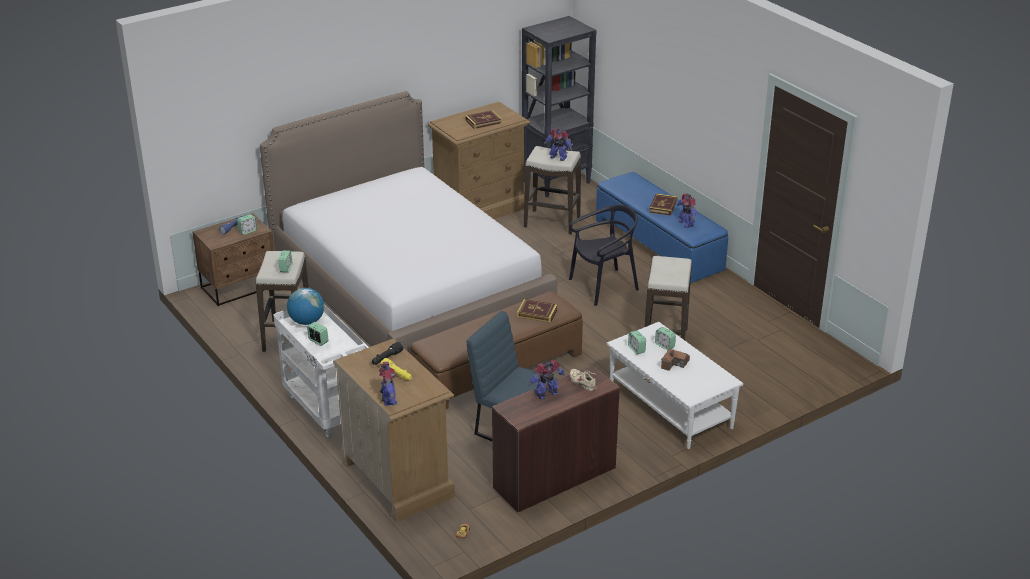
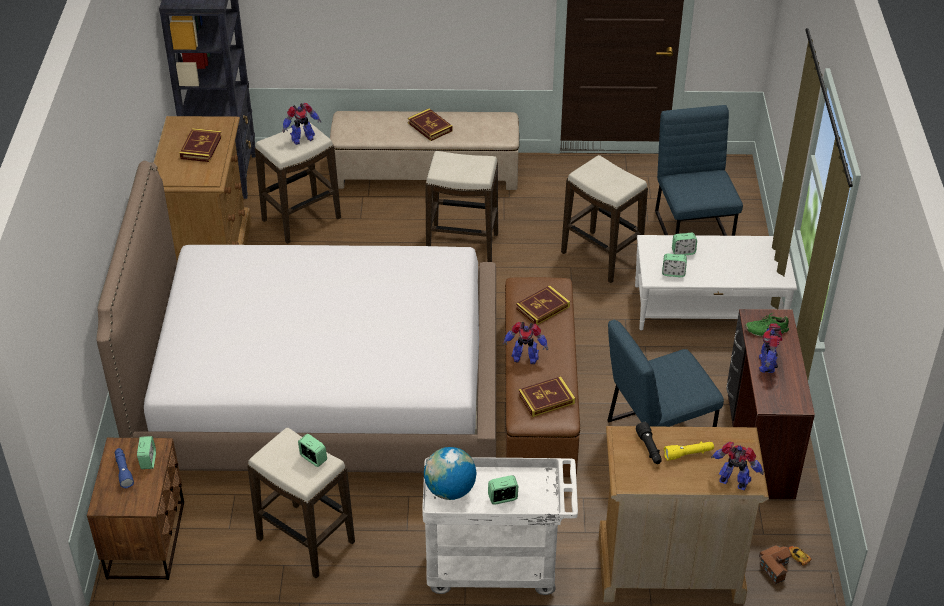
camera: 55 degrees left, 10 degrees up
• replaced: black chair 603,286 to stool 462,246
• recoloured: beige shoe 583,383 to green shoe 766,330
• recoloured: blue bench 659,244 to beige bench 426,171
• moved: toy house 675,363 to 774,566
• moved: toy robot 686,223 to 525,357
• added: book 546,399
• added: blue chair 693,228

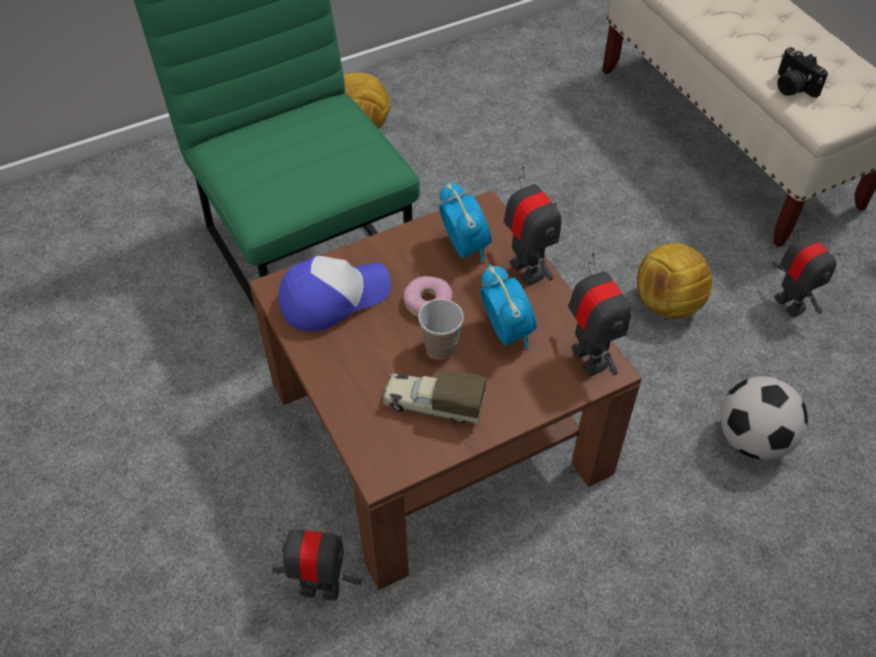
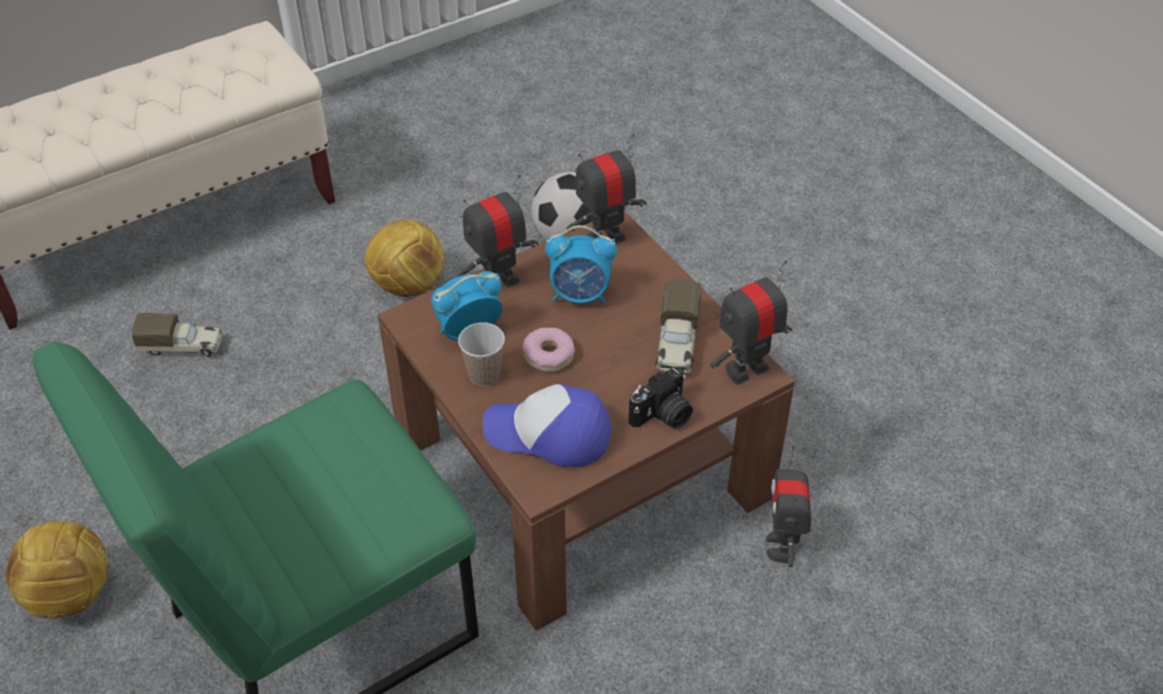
camera: 95 degrees left, 5 degrees down
• turned: cap 333,297 = 549,434 45 degrees counterclockwise
• moved: cup 440,347 to 484,375
• turned: alarm clock 506,331 = 580,295 150 degrees counterclockwise
• moved: toy robot 789,304 to 746,369
• moved: photo camera 792,87 to 663,415
• added: toy truck 183,346

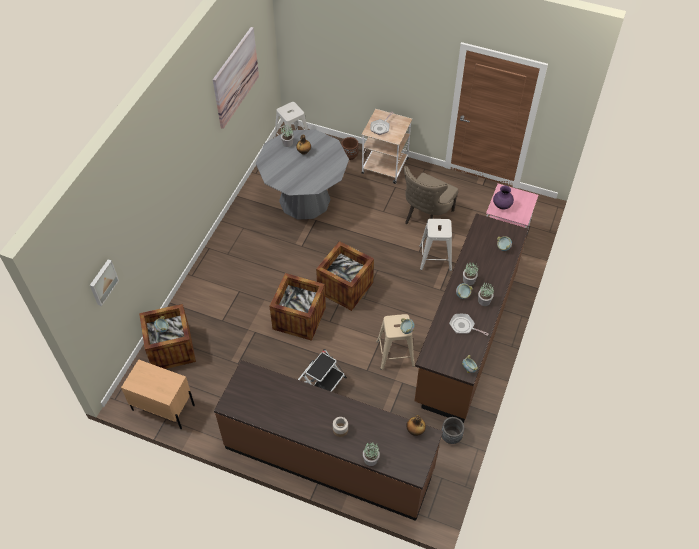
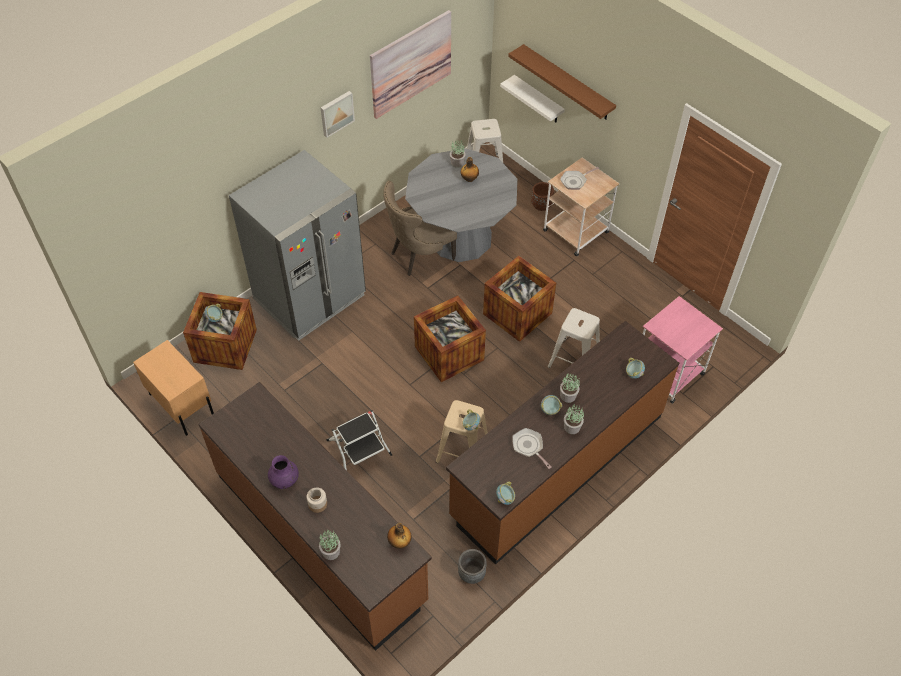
camera: 25 degrees right, 0 degrees up
• moved: picture 102,282 to 336,113
• moved: crate 299,318 to 517,313
• moved: beige chair 426,217 to 419,255
• moved: purple vase 502,206 to 285,480
• added: grey fridge 310,297
• added: white shelf 538,100
• added: brown shelf 567,83

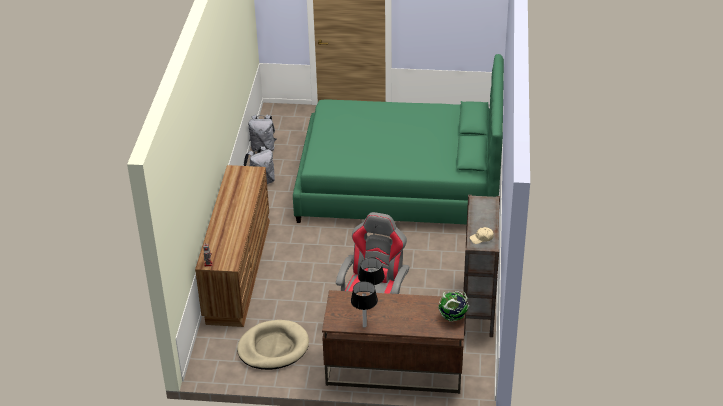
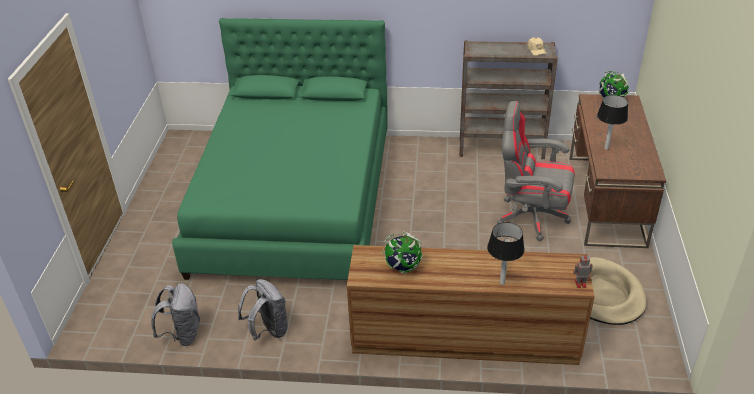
camera: 90 degrees left, 0 degrees up
• moved: table lamp 364,325 to 501,283
• added: globe 402,267

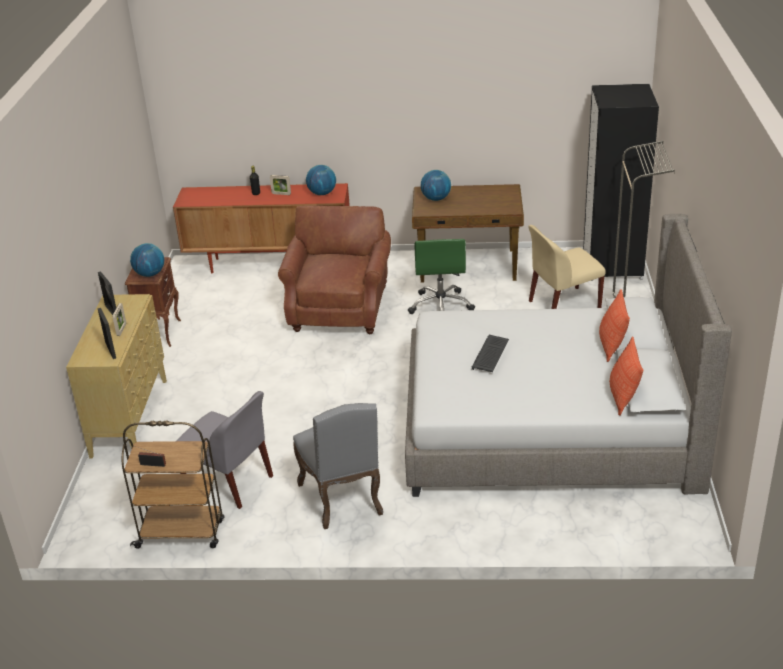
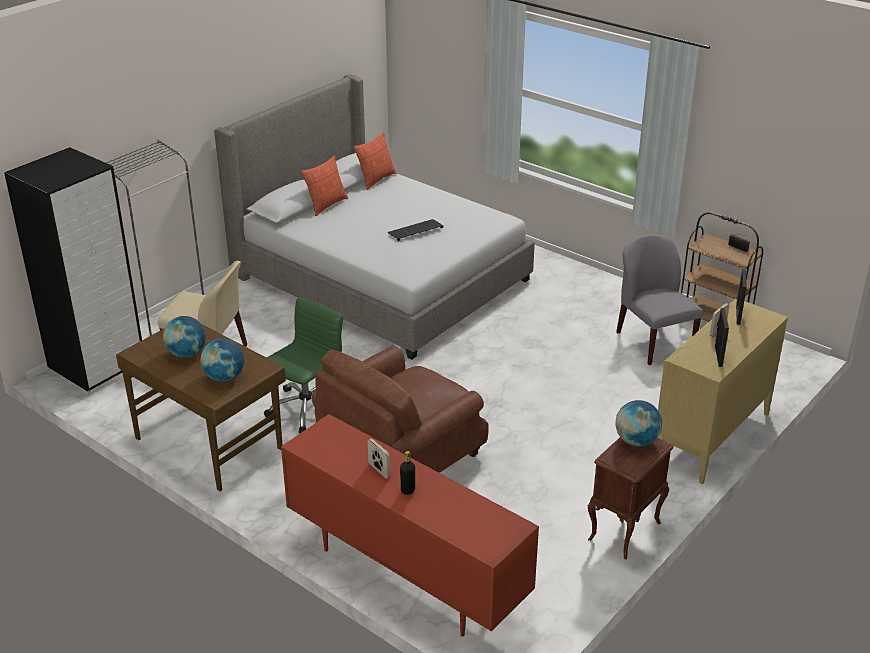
camera: 145 degrees left, 0 degrees up
• removed: grey chair 344,499
• moved: globe 322,193 to 186,354

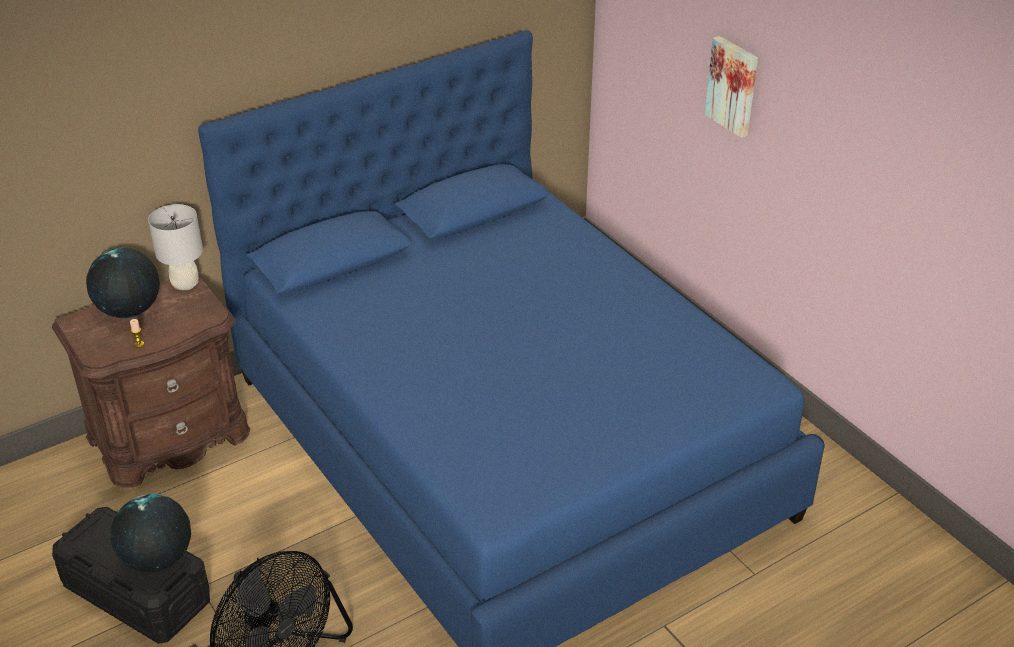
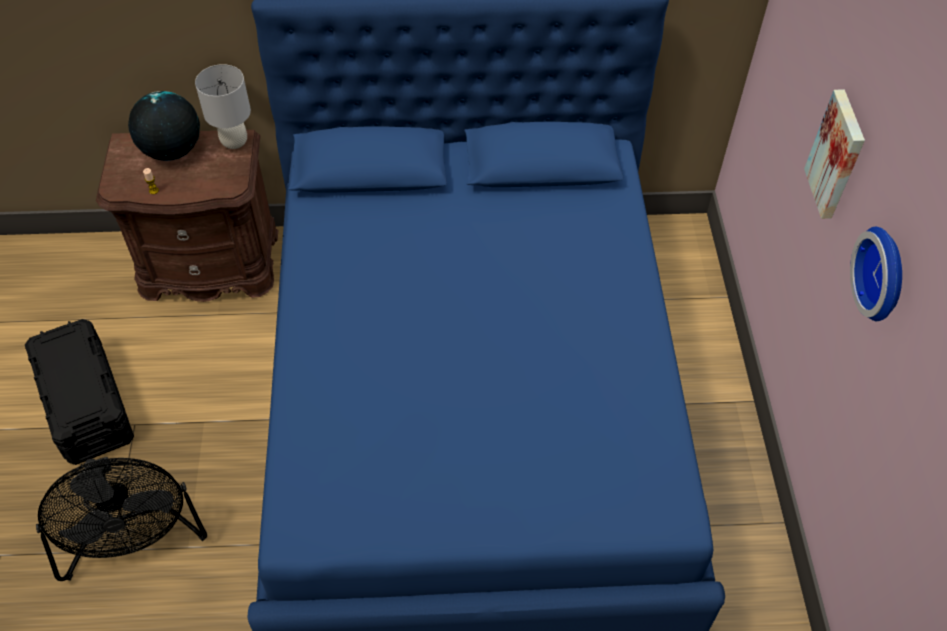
camera: 30 degrees right, 15 degrees up
• removed: globe 157,559
• added: wall clock 884,273

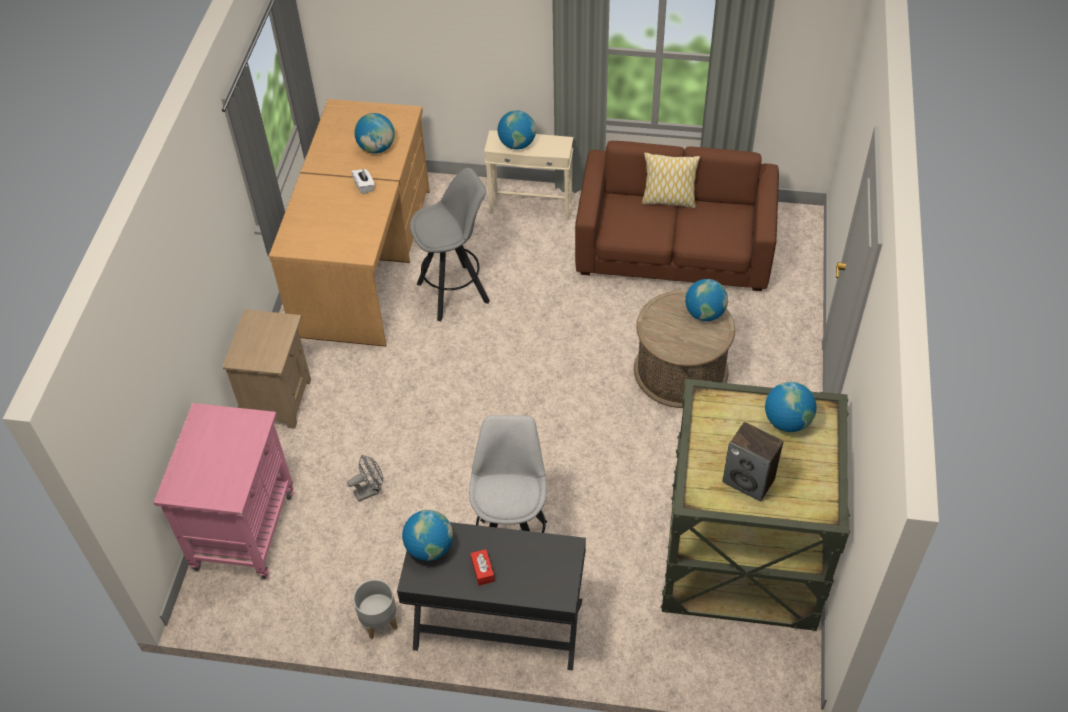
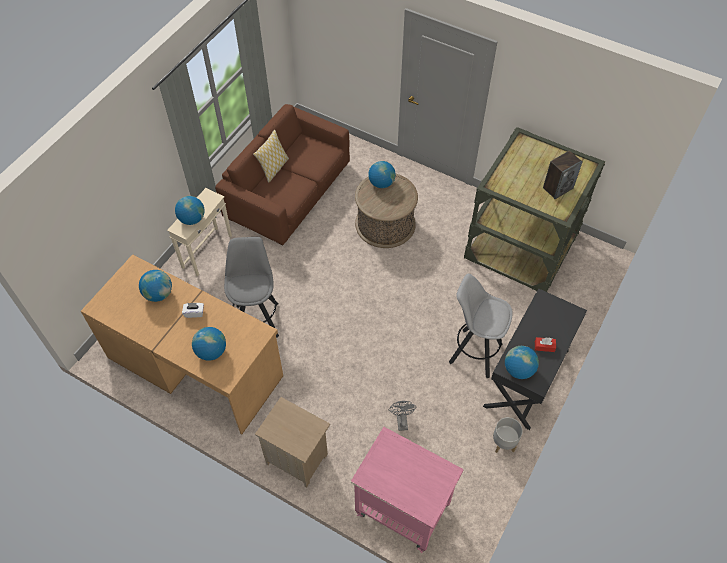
camera: 70 degrees left, 5 degrees up
• moved: globe 787,421 to 211,351

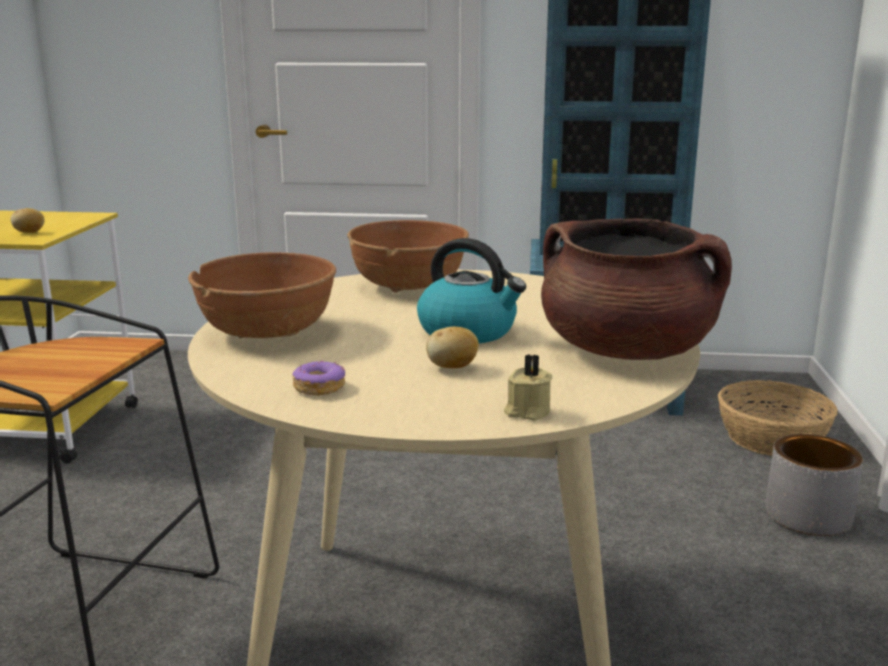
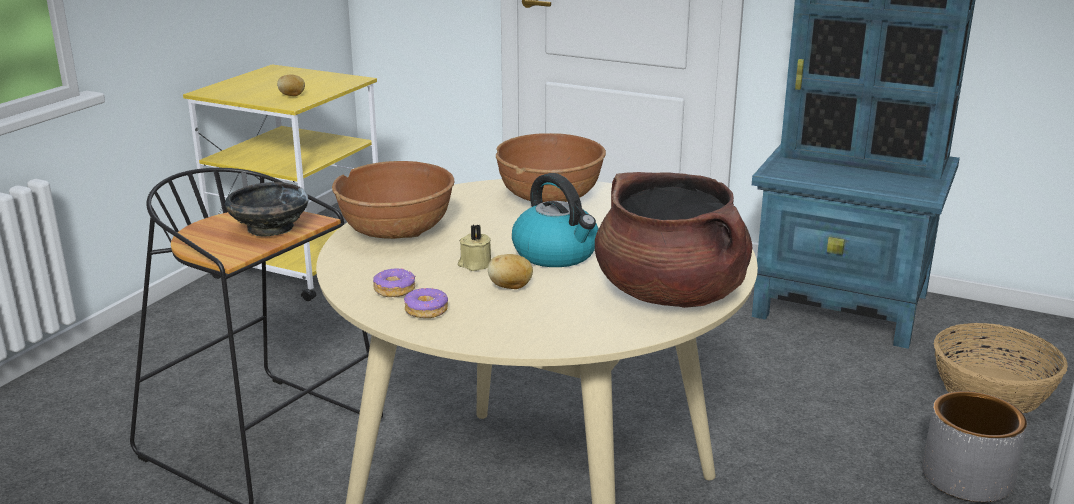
camera: 20 degrees right, 5 degrees up
• moved: beige candle 527,412 to 474,264
• added: black bowl 269,228
• added: donut 426,310

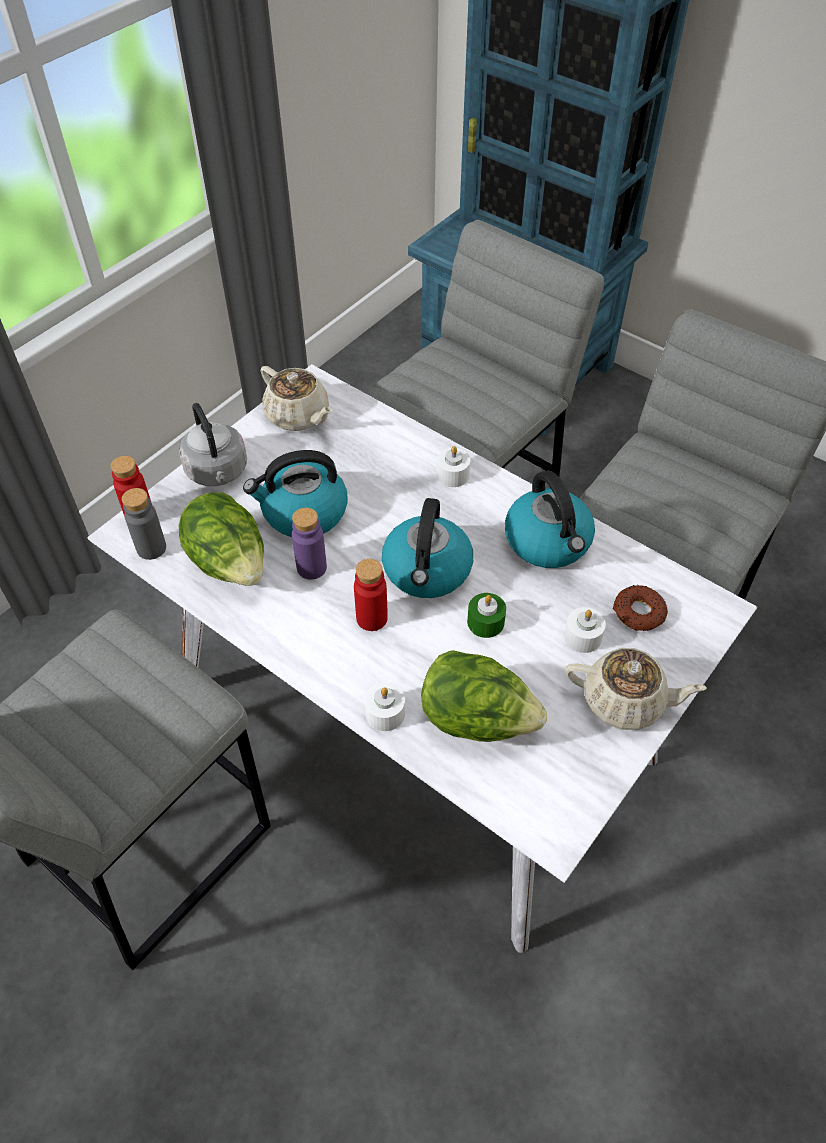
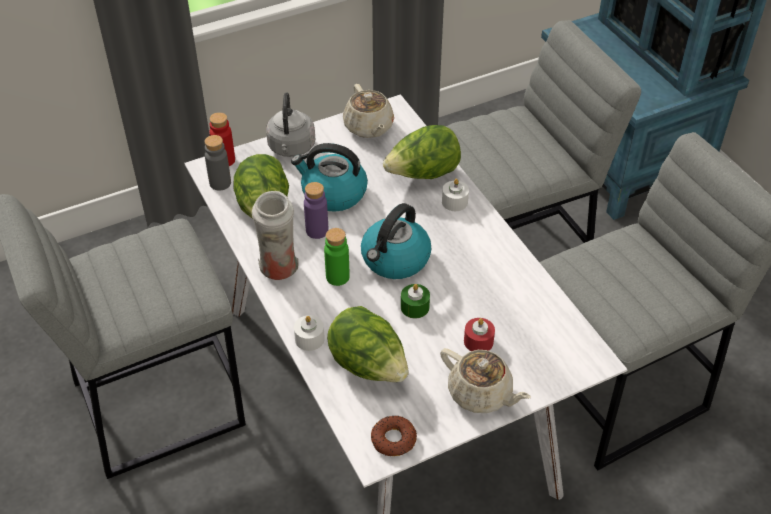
camera: 25 degrees right, 5 degrees down
• recoloured: red bottle 372,618 to green bottle 337,277
• removed: kettle 548,542
• recoloured: white candle 582,637 to red candle 478,341
• moved: donut 638,612 to 393,439
• added: white vase 279,269
• added: lettuce 423,174

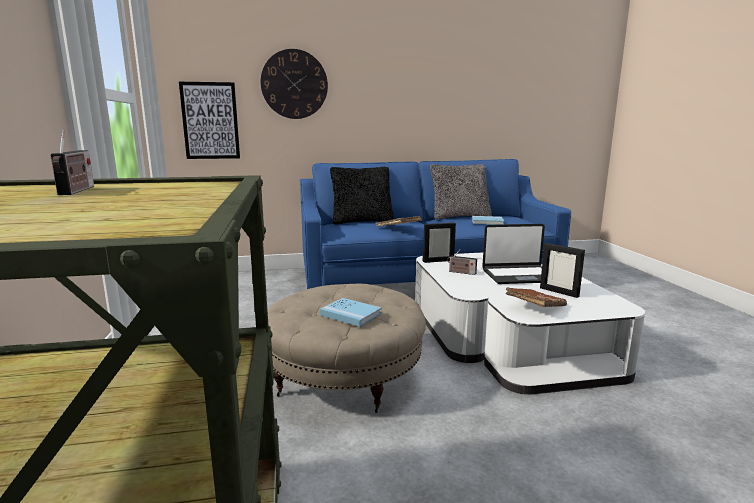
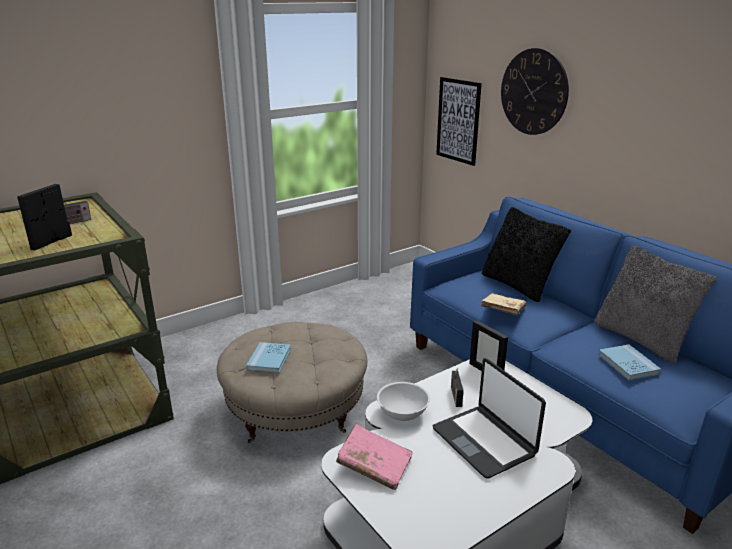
camera: 65 degrees right, 10 degrees up
• recoloured: brown book 535,307 to pink book 374,466
• moved: picture frame 559,292 to 52,242
• added: white bowl 403,413

